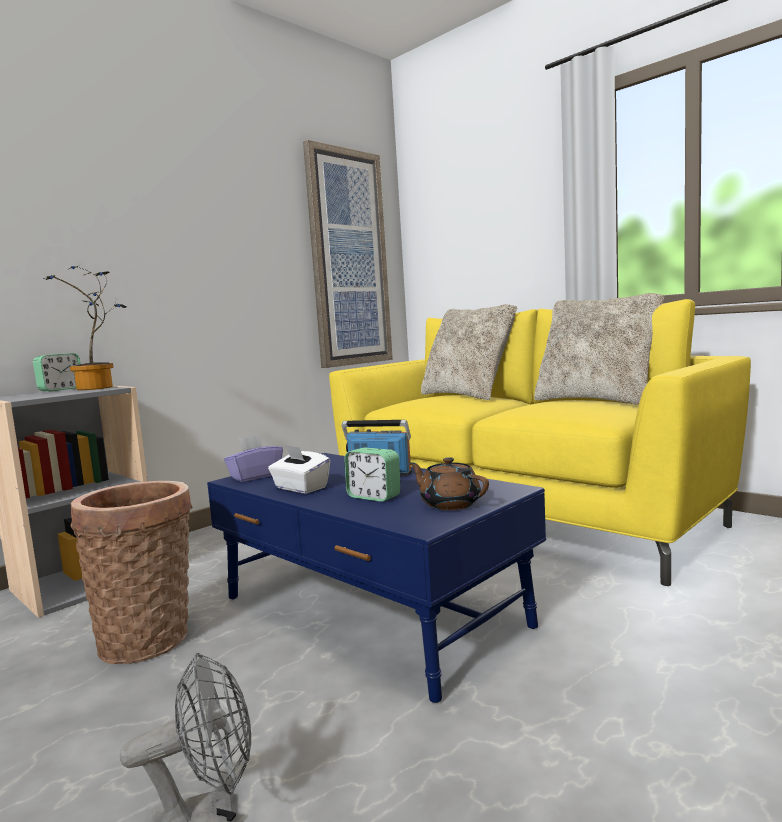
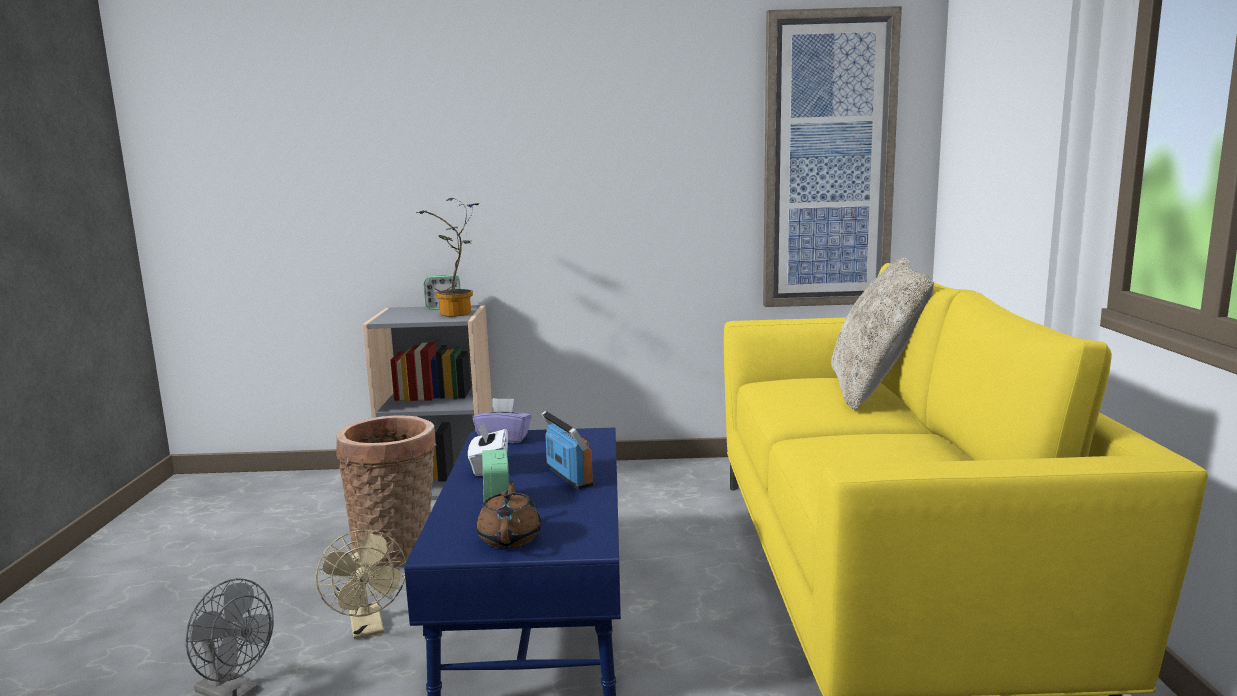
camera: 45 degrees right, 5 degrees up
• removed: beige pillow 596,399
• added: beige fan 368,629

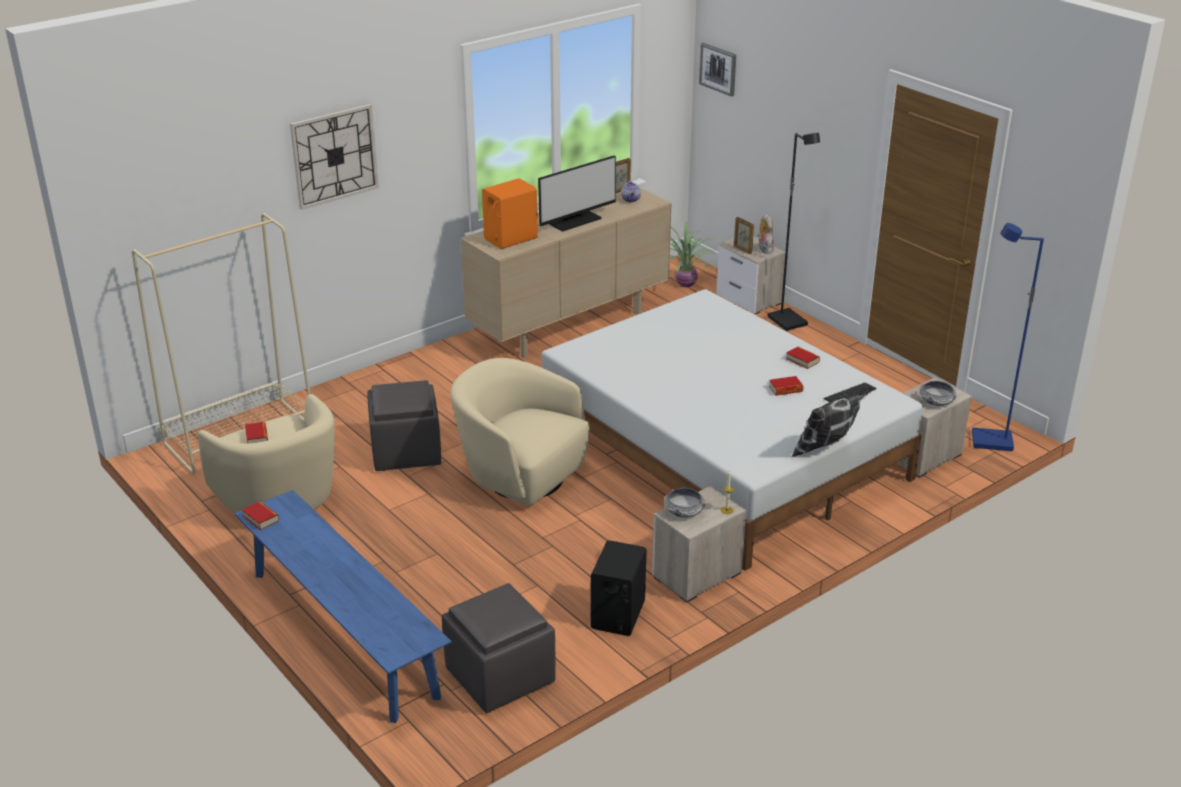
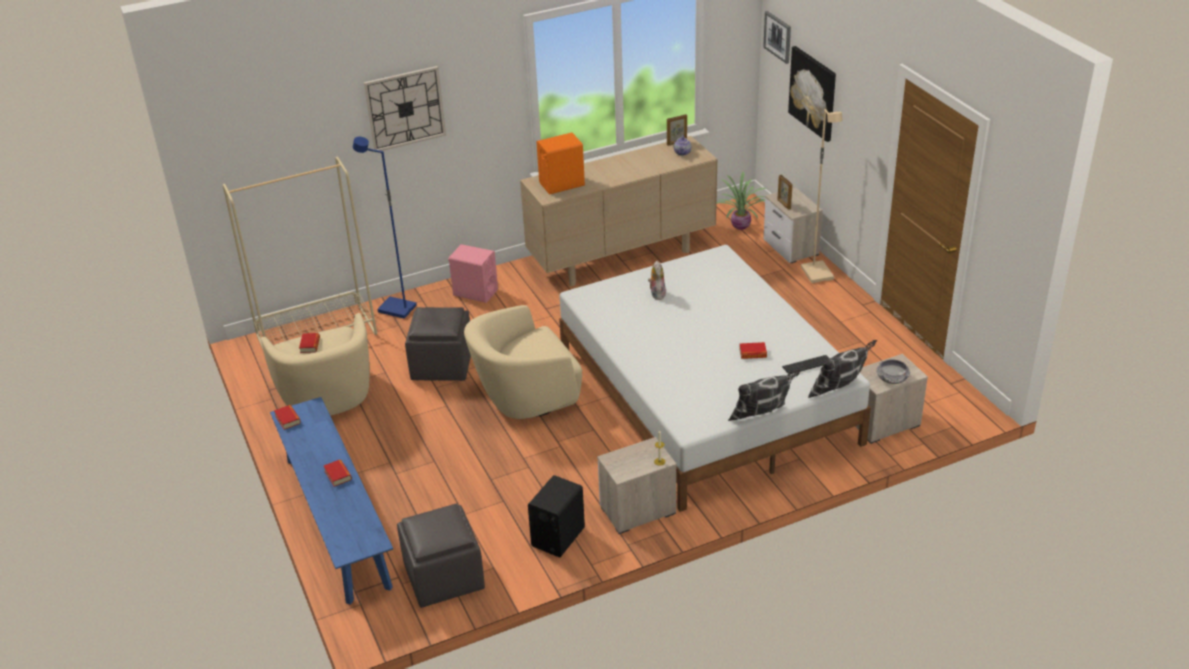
camera: 15 degrees right, 5 degrees up
• turned: beige armchair 519,475 = 526,398 75 degrees counterclockwise
• removed: monitor 574,220
• removed: bowl 684,511
• moved: plush toy 764,249 to 656,294
• recoloured: black floor lamp 788,321 to beige floor lamp 818,273
• moved: book 802,360 to 338,475
• moved: blue floor lamp 991,442 to 396,309
• added: pink speaker 475,292
• added: picture 813,93
• added: pillow 839,392

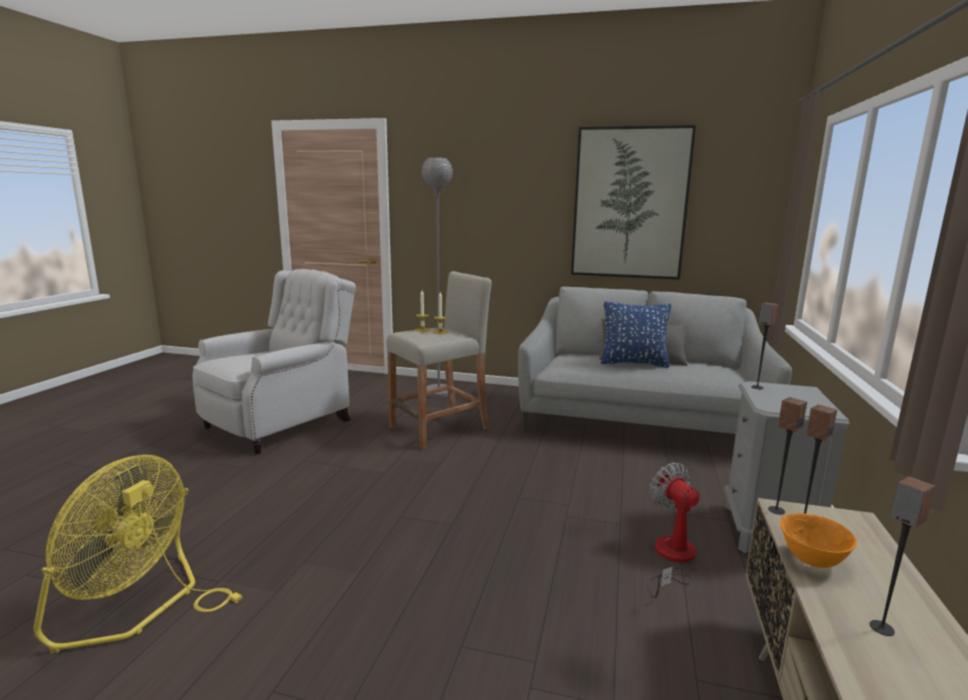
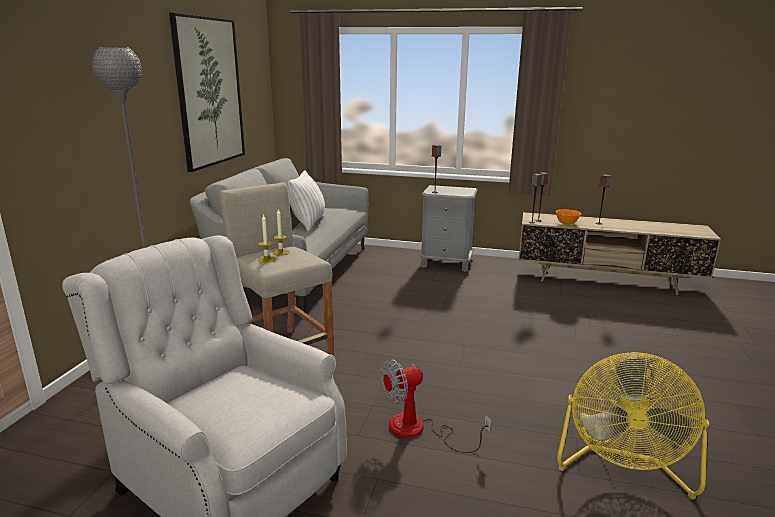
camera: 90 degrees left, 5 degrees up
• recoloured: blue pillow 633,363 to white pillow 308,223
• moved: fan 672,559 to 419,430

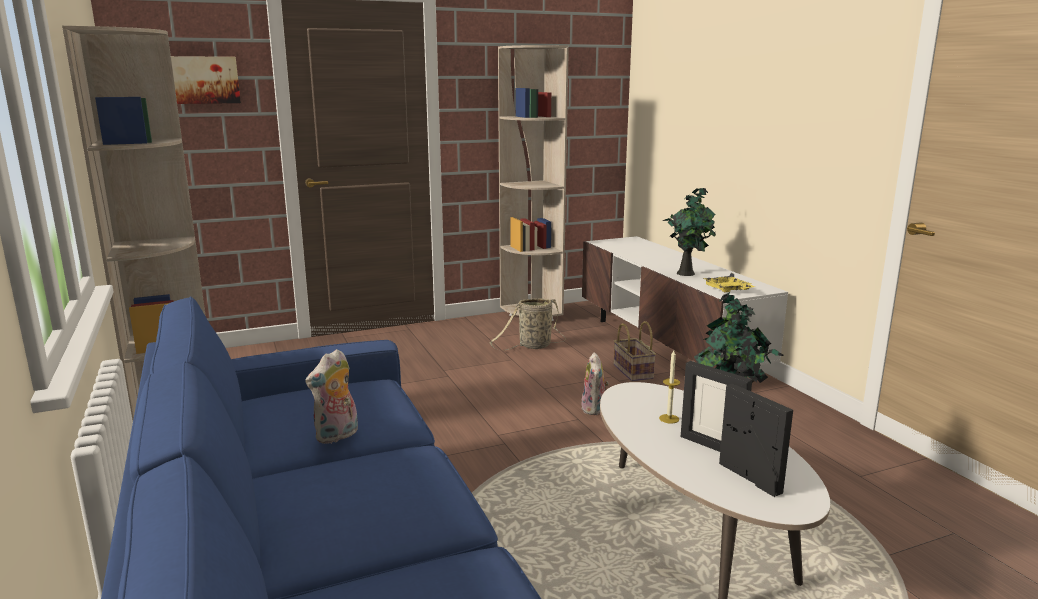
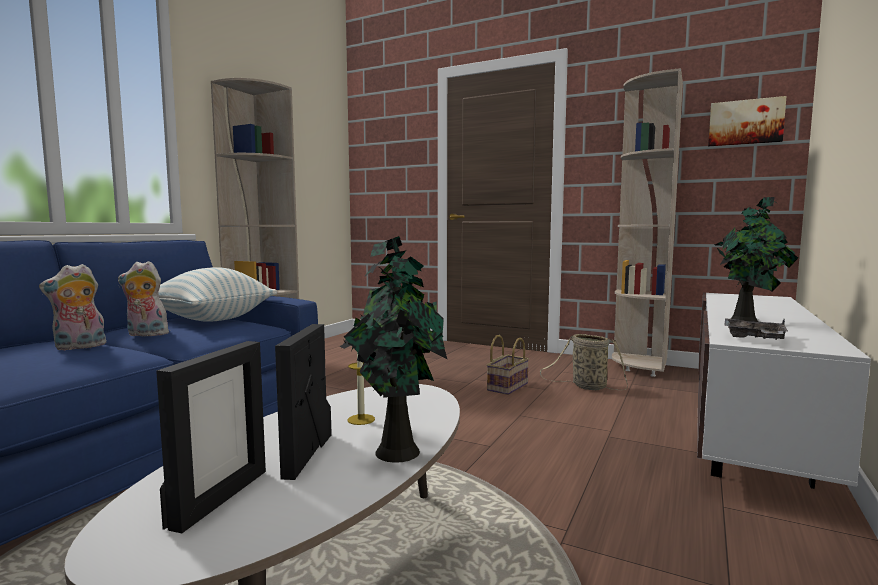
camera: 50 degrees right, 10 degrees down
• moved: picture 201,80 to 745,122
• moved: plush toy 594,409 to 79,347
• moved: basket 631,371 to 507,386
• recoloured: yellow tray 727,290 to grey tray 754,338
• added: pillow 212,319

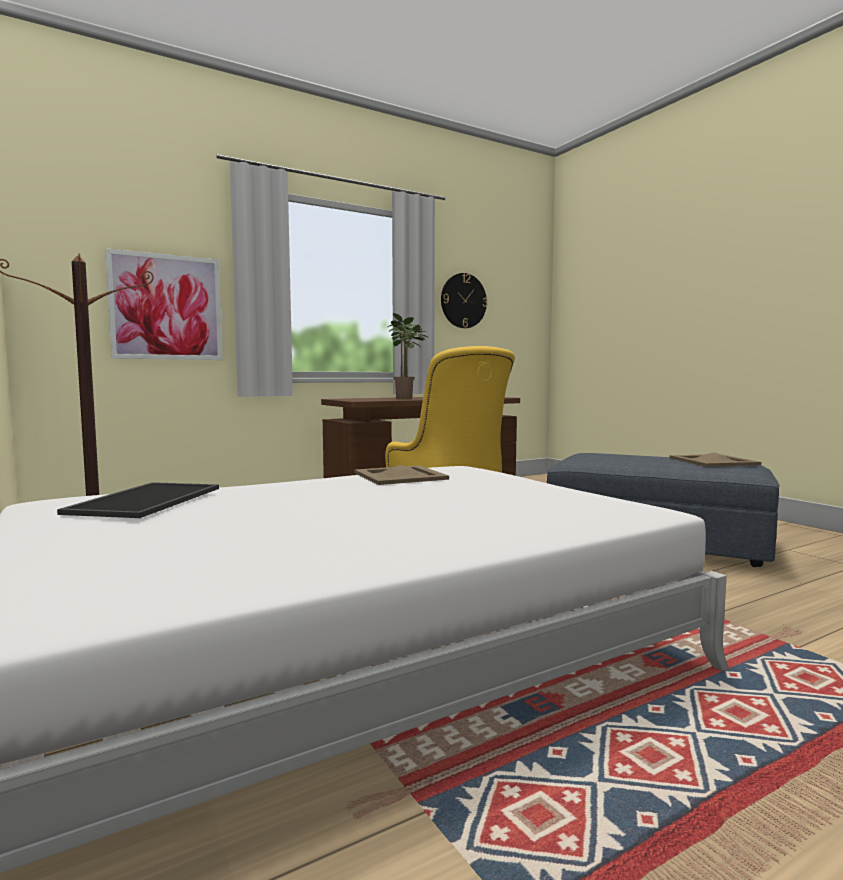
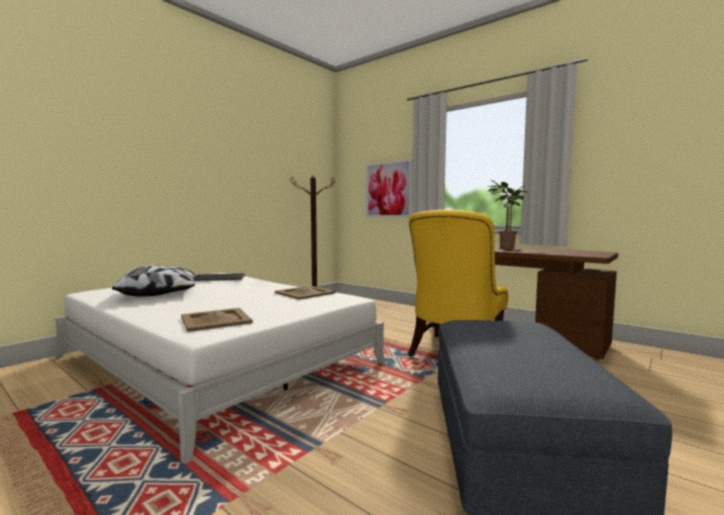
camera: 70 degrees right, 0 degrees up
• removed: wall clock 463,301
• moved: beige tray 713,461 to 216,320
• added: pillow 161,294

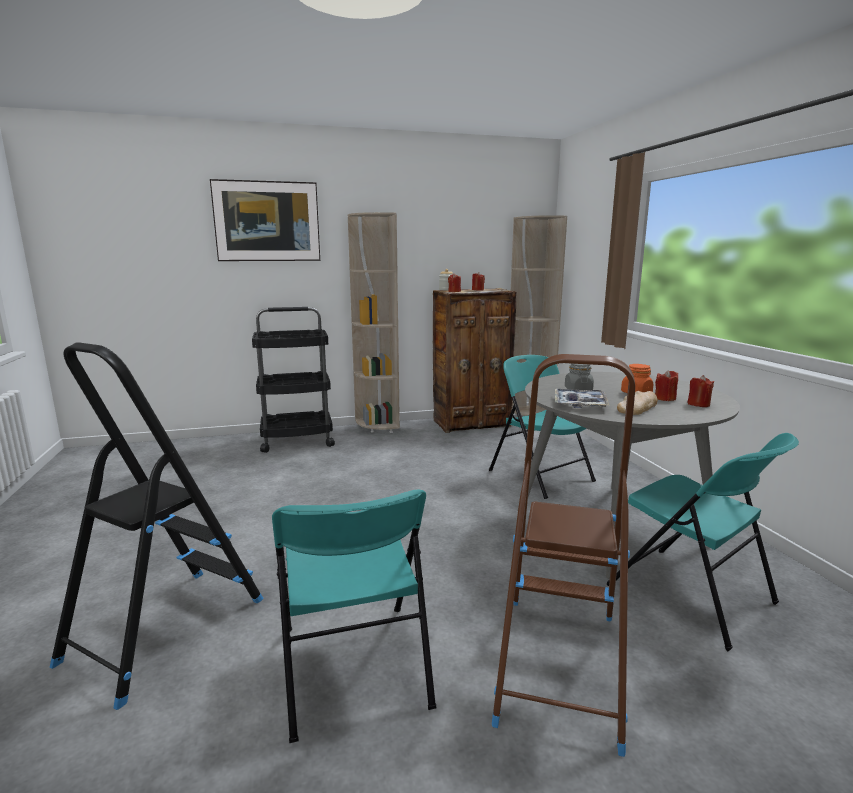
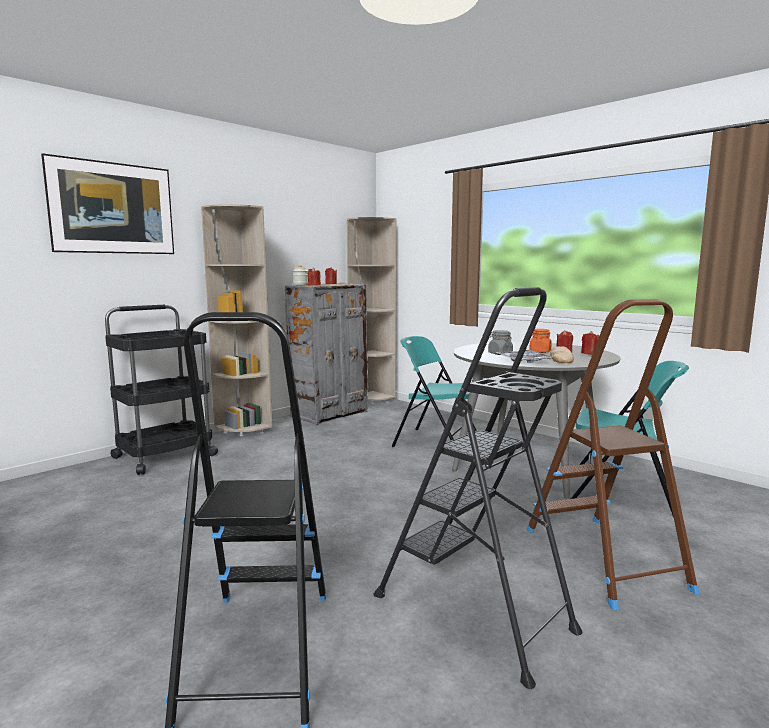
camera: 30 degrees left, 5 degrees down
• replaced: turquoise chair 352,666 to step ladder 474,613
• recoloured: brown cabinet 472,423 to grey cabinet 330,414

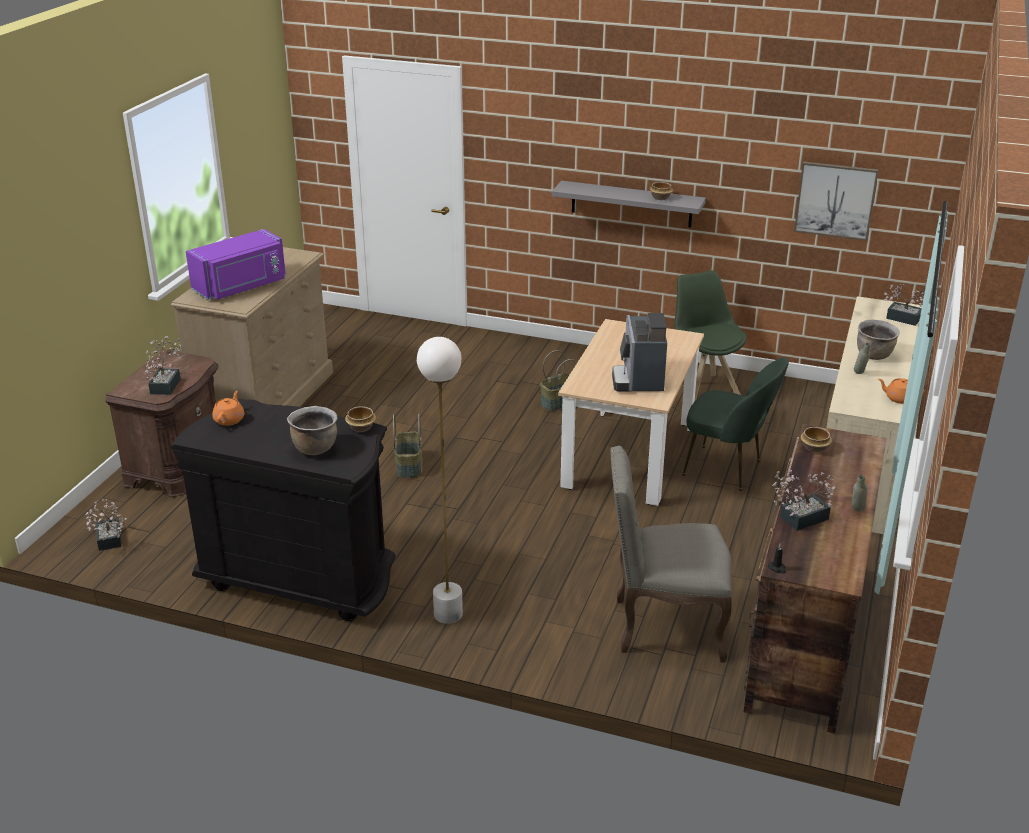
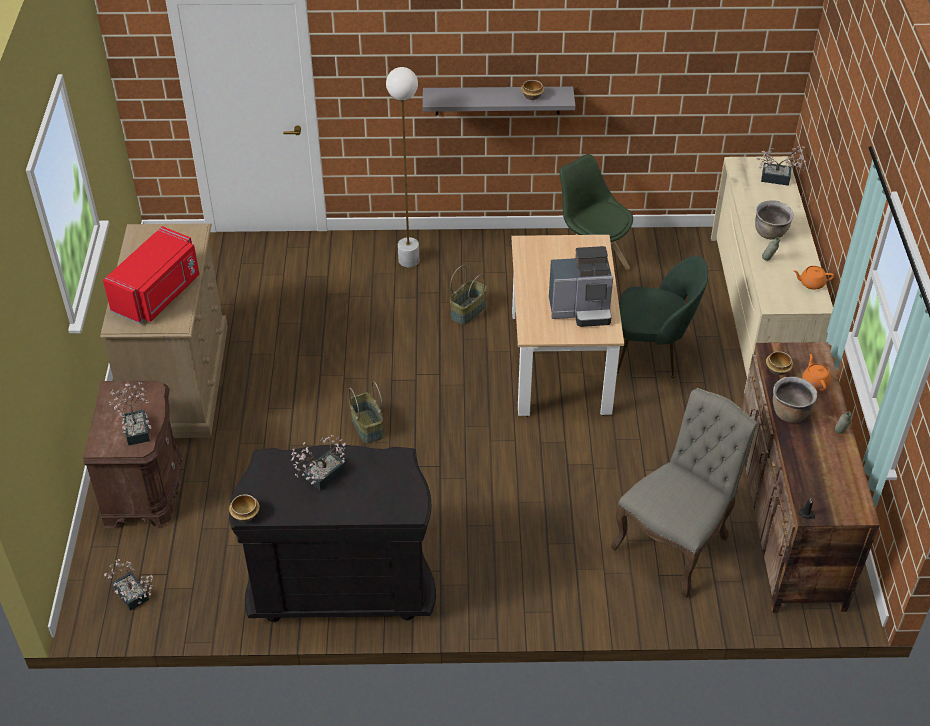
camera: 20 degrees left, 15 degrees up
• recoloured: purple microwave 241,286 to red microwave 158,294
• moved: orange teapot 229,419 to 815,382
• moved: brown cooking pot 315,448 to 789,413
• moved: bowl 361,427 to 245,514
• moved: white floor lamp 448,614 to 408,260
• turned: grey chair 665,625 = 675,544 150 degrees clockwise
• turned: coffee machine 639,380 = 581,310 75 degrees counterclockwise
• moved: potted plant 799,519 to 321,477
• removed: picture 835,200

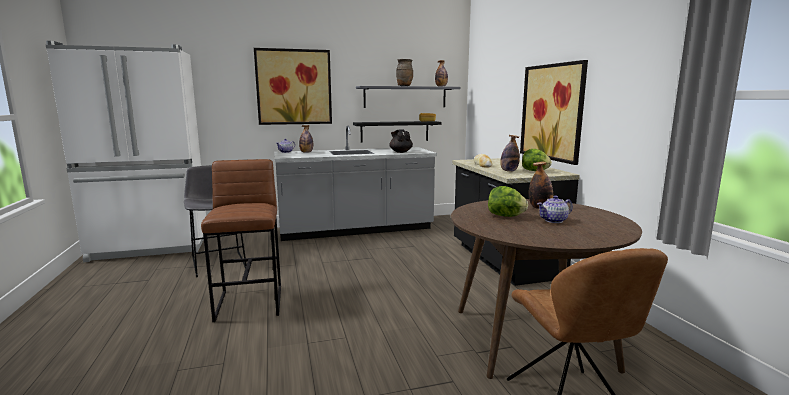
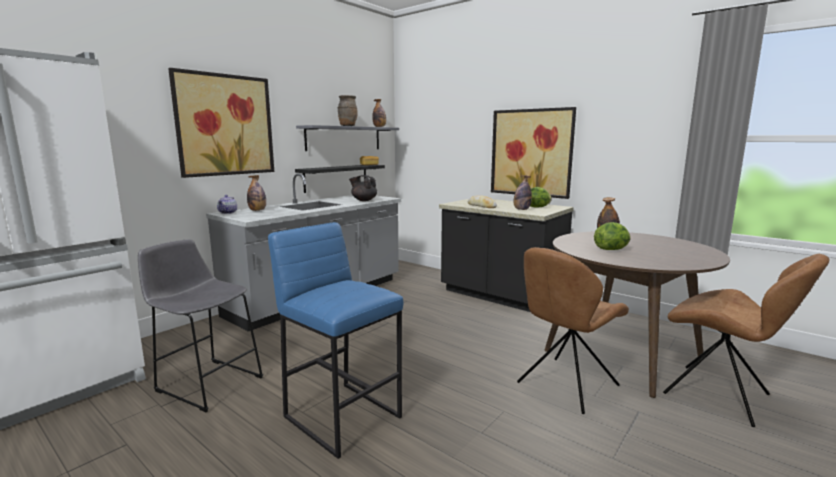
camera: 35 degrees left, 0 degrees up
• recoloured: brown stool 250,302 to blue stool 341,416
• removed: teapot 554,220
• added: brown chair 565,385

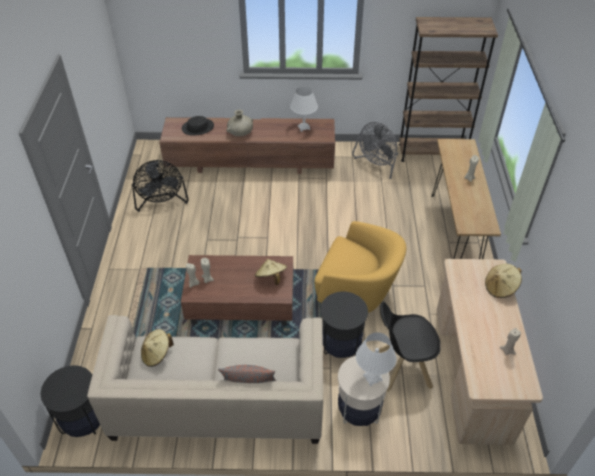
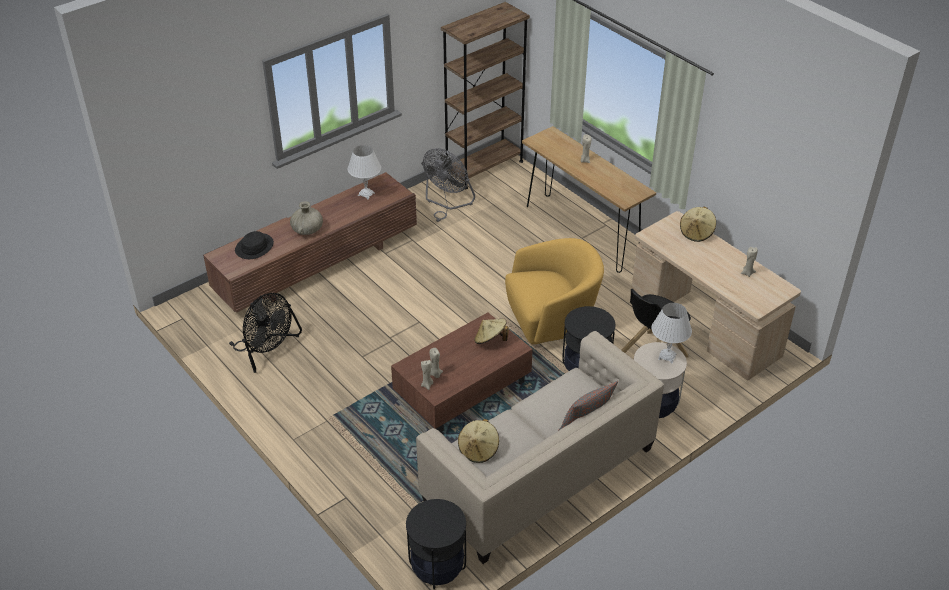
camera: 40 degrees left, 5 degrees down
• turned: grey fan 377,163 = 444,202 150 degrees counterclockwise

